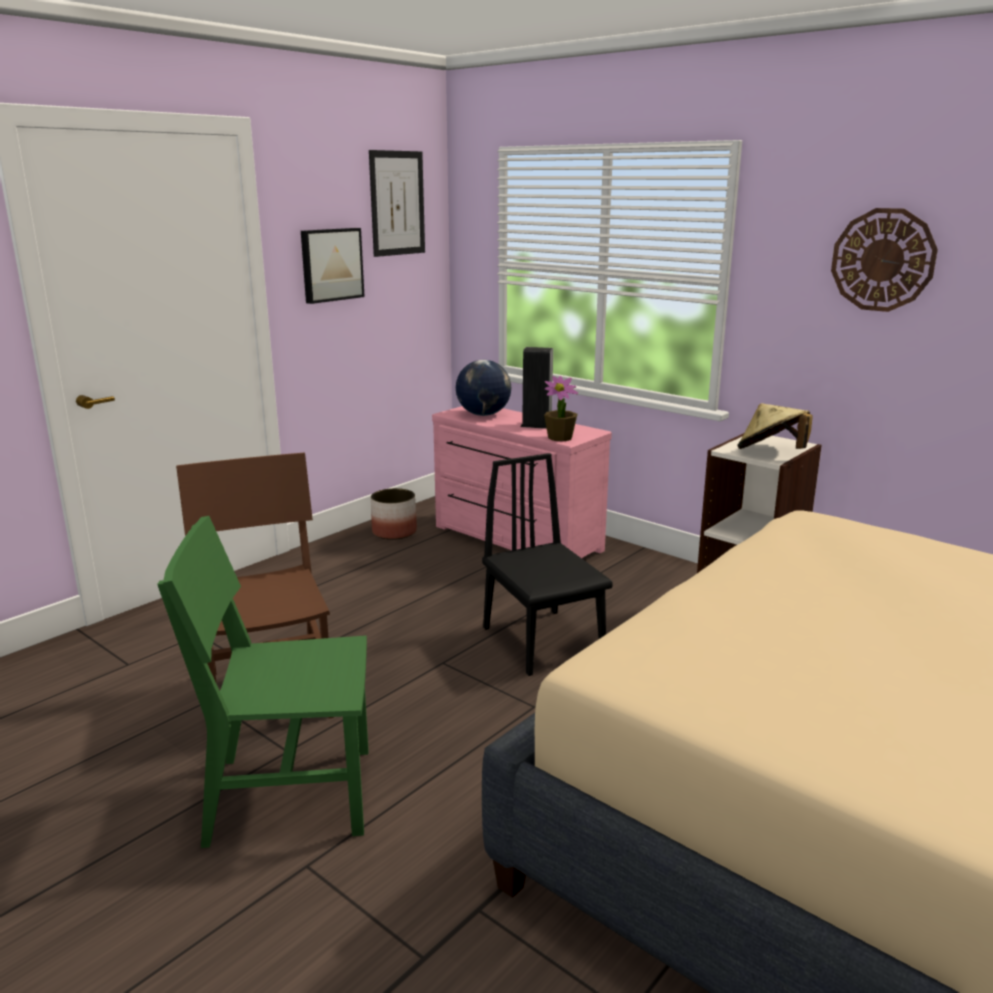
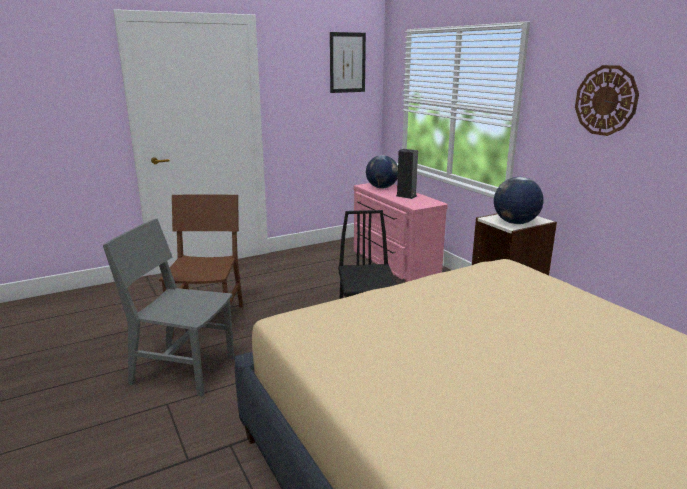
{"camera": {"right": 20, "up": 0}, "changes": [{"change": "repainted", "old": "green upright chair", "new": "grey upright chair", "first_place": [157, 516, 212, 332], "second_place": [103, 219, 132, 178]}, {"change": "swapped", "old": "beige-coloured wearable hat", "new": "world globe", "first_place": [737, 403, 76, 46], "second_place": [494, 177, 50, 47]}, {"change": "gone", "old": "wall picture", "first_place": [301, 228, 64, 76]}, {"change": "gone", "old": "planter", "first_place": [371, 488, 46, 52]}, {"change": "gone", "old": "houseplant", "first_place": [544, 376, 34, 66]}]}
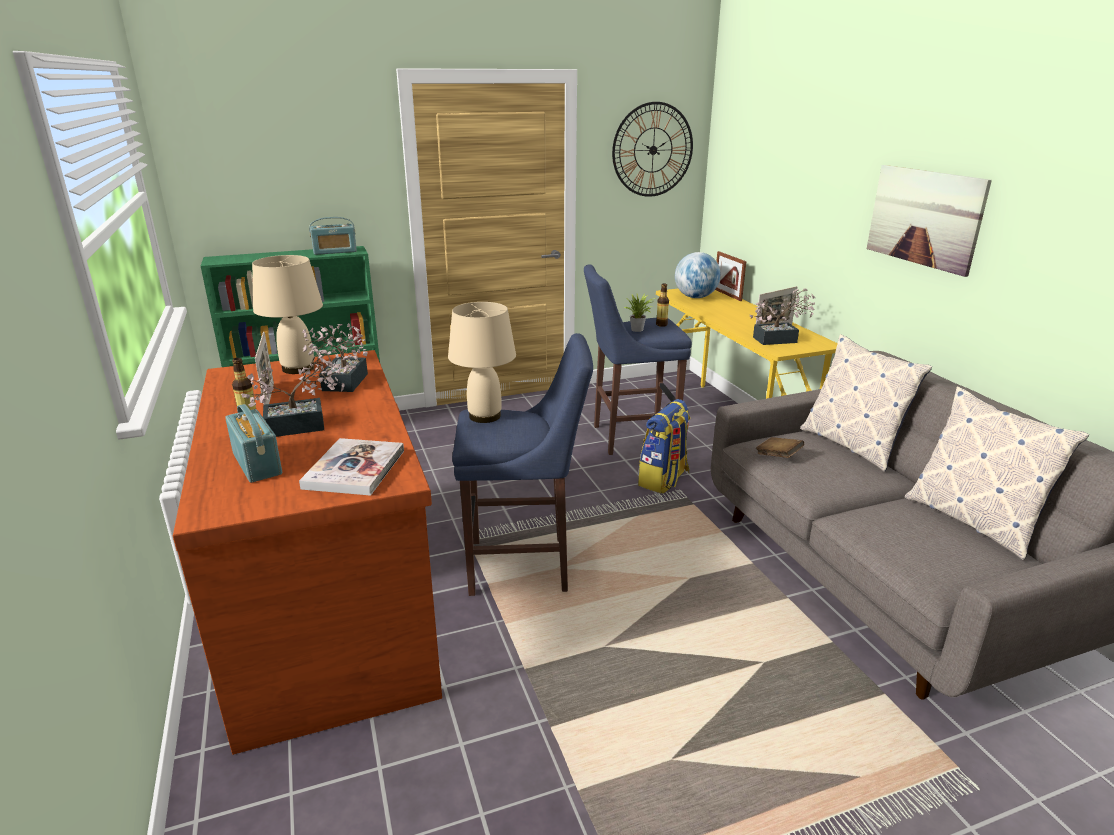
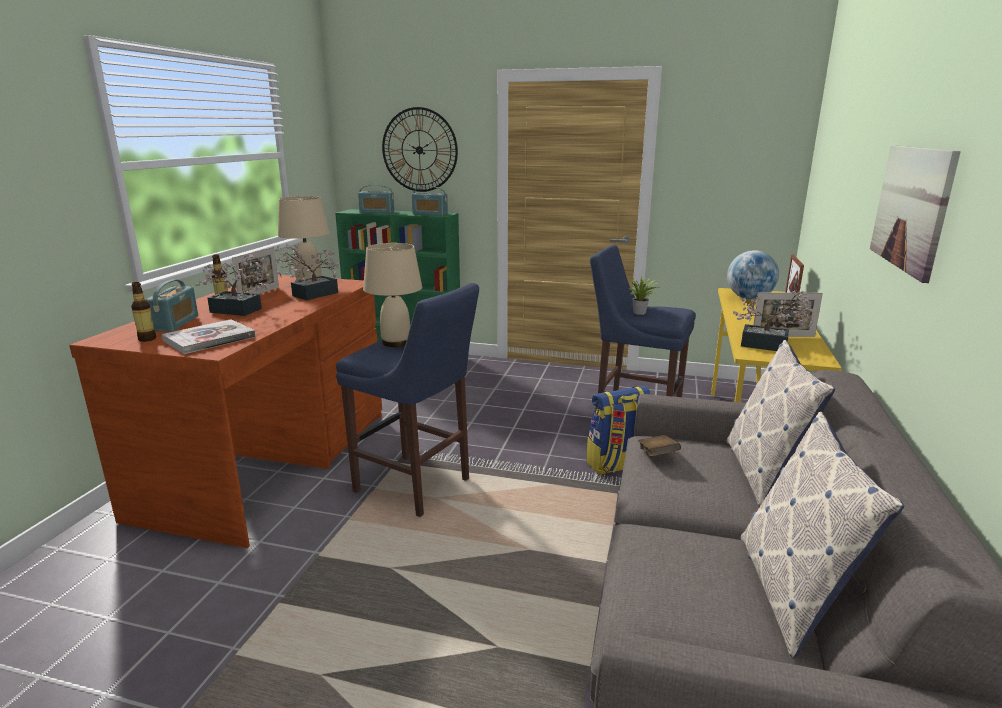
{"camera": {"right": 35, "up": -5}, "changes": [{"change": "shifted", "old": "bottle", "first_place": [656, 283, 13, 44], "second_place": [131, 282, 25, 60]}, {"change": "new", "new": "radio receiver", "second_place": [358, 185, 36, 28]}, {"change": "shifted", "old": "clock on the wall", "first_place": [612, 102, 81, 95], "second_place": [382, 107, 76, 85]}]}
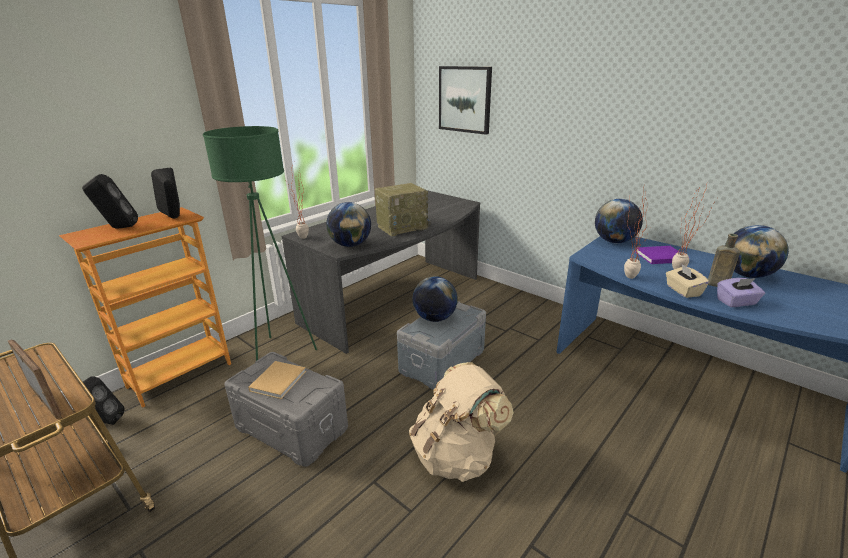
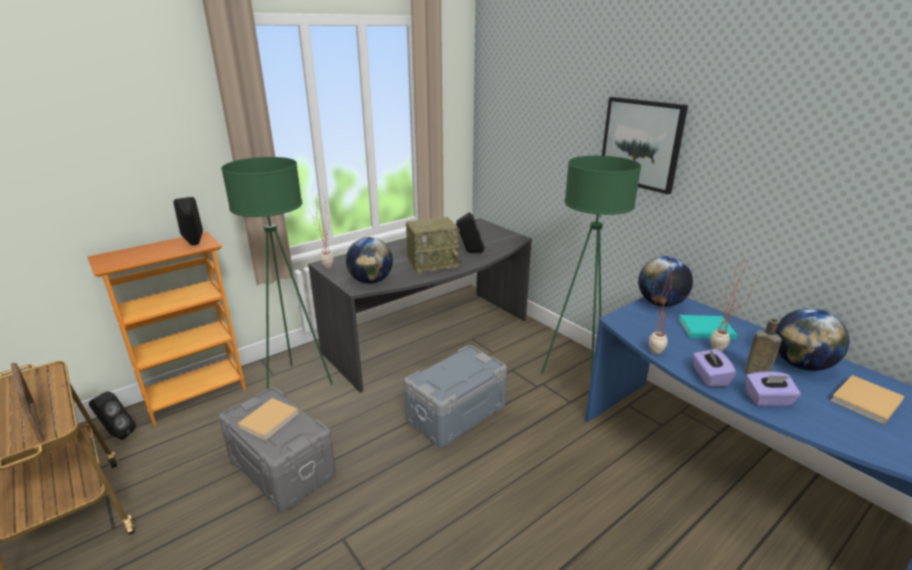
{"camera": {"right": 10, "up": 0}, "changes": [{"change": "shifted", "old": "black-coloured speaker", "first_place": [82, 174, 56, 54], "second_place": [456, 213, 29, 40]}, {"change": "new", "new": "green standard lamp", "second_place": [541, 156, 100, 217]}, {"change": "shifted", "old": "wall picture", "first_place": [439, 66, 53, 69], "second_place": [602, 97, 86, 97]}, {"change": "repainted", "old": "purple-coloured book", "new": "blue-green book", "first_place": [635, 246, 45, 18], "second_place": [678, 315, 59, 25]}, {"change": "repainted", "old": "beige-coloured box of tissues", "new": "purple-coloured box of tissues", "first_place": [666, 264, 43, 34], "second_place": [693, 347, 43, 40]}, {"change": "new", "new": "beige-coloured book", "second_place": [830, 375, 75, 50]}, {"change": "gone", "old": "beige-coloured backpack", "first_place": [409, 362, 105, 120]}, {"change": "gone", "old": "world globe", "first_place": [412, 276, 46, 46]}]}
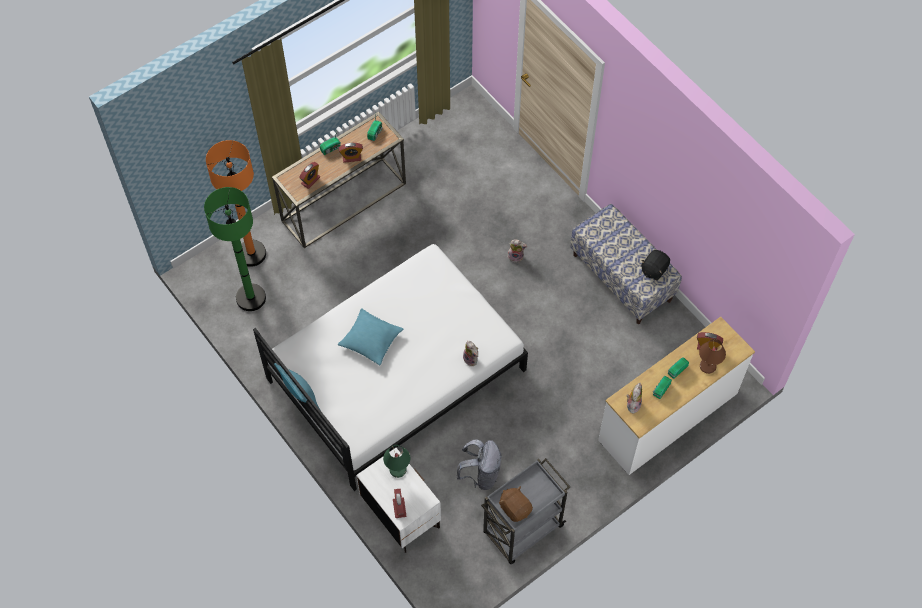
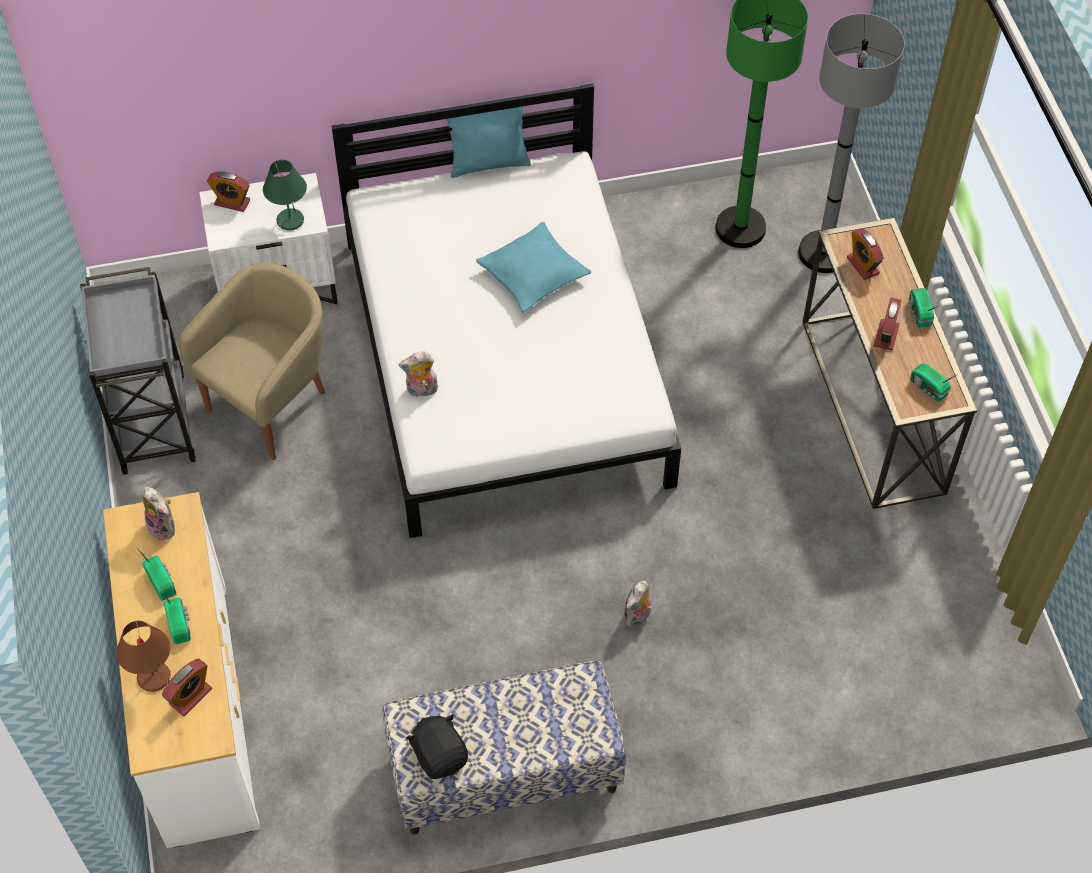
{"camera": {"right": 115, "up": -5}, "changes": [{"change": "swapped", "old": "grey backpack", "new": "beige-coloured lounge chair", "first_place": [456, 439, 46, 51], "second_place": [178, 262, 147, 198]}, {"change": "repainted", "old": "orange-coloured standard lamp", "new": "grey standard lamp", "first_place": [206, 140, 60, 127], "second_place": [798, 14, 107, 259]}, {"change": "gone", "old": "brown cuddly toy", "first_place": [499, 486, 34, 36]}]}
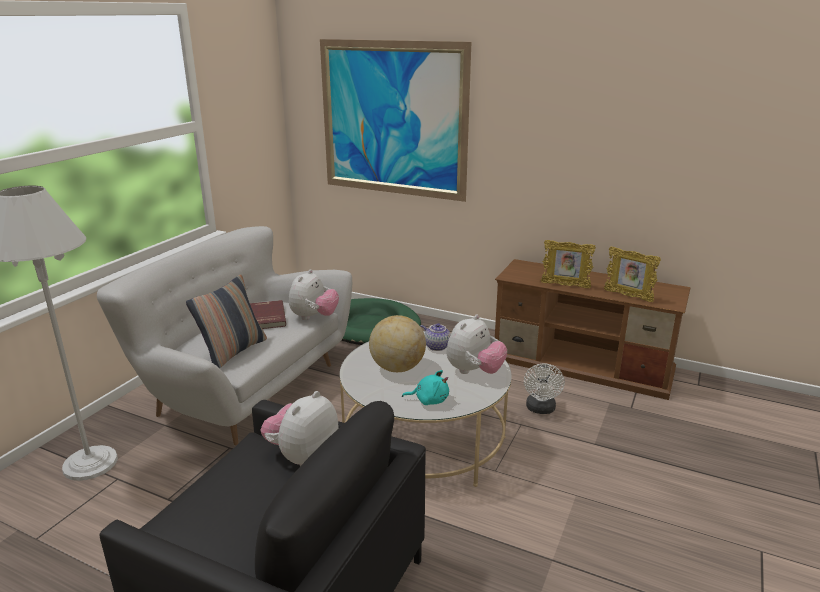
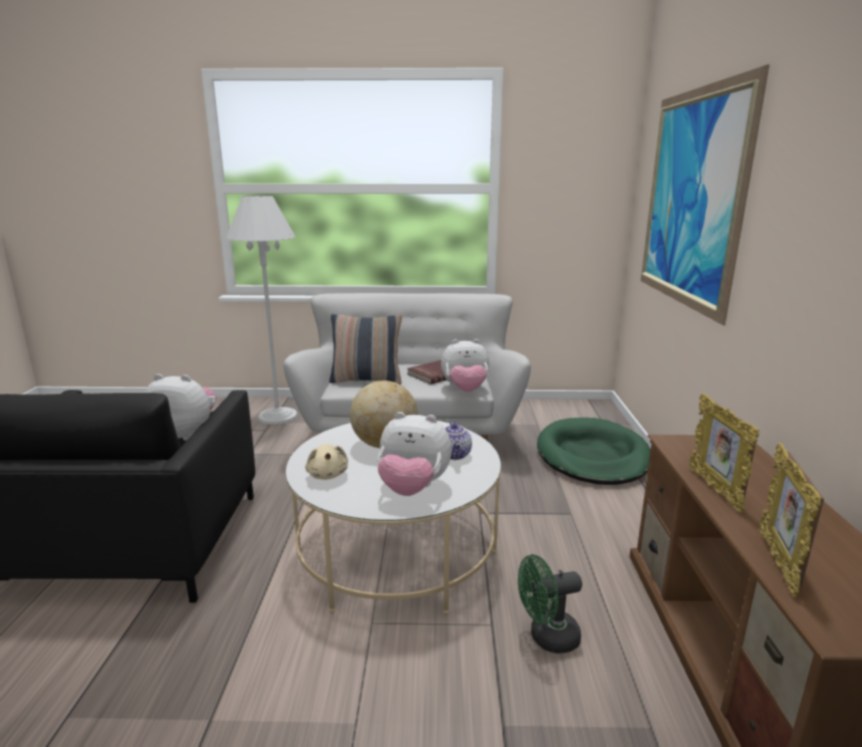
{"camera": {"right": 65, "up": -5}, "changes": [{"change": "repainted", "old": "blue-green cuddly toy", "new": "beige-coloured cuddly toy", "first_place": [402, 370, 47, 35], "second_place": [305, 444, 43, 36]}, {"change": "repainted", "old": "white-coloured fan", "new": "green fan", "first_place": [524, 364, 41, 50], "second_place": [518, 555, 64, 99]}]}
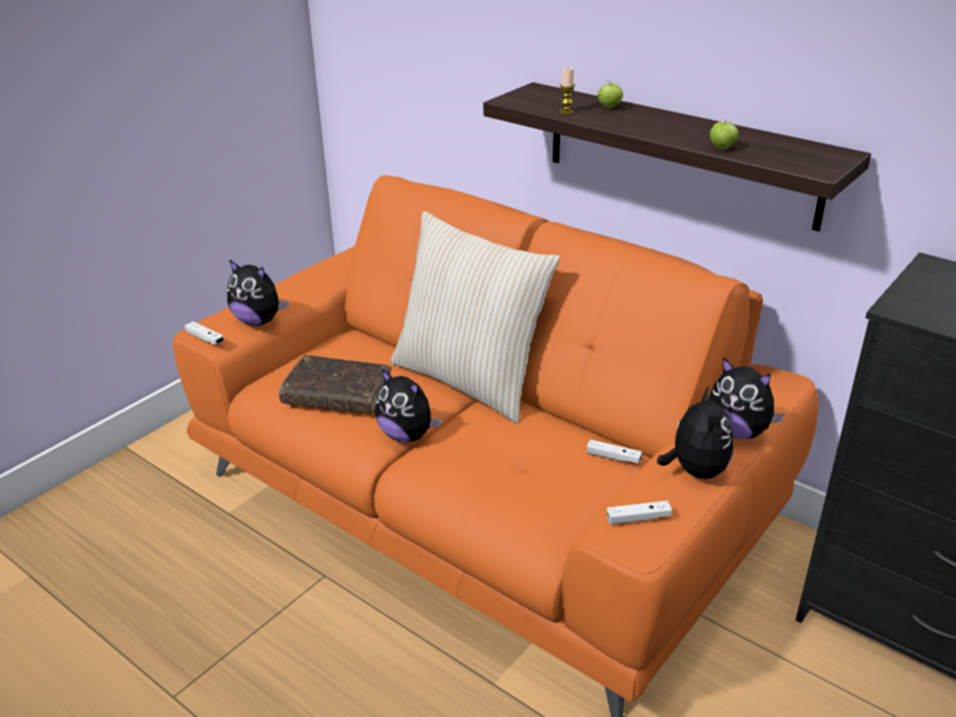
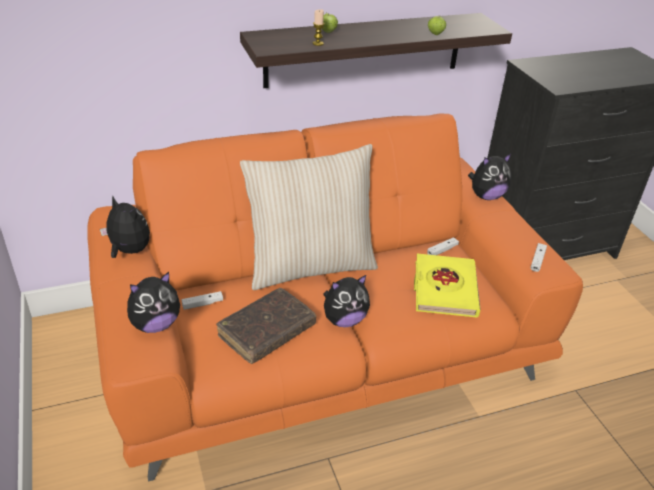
{"camera": {"right": -60, "up": 5}, "changes": [{"change": "shifted", "old": "cuddly toy", "first_place": [657, 386, 77, 93], "second_place": [100, 196, 50, 62]}, {"change": "shifted", "old": "white-coloured gamepad", "first_place": [185, 321, 39, 24], "second_place": [182, 291, 41, 19]}, {"change": "new", "new": "yellowish book", "second_place": [414, 253, 67, 65]}]}
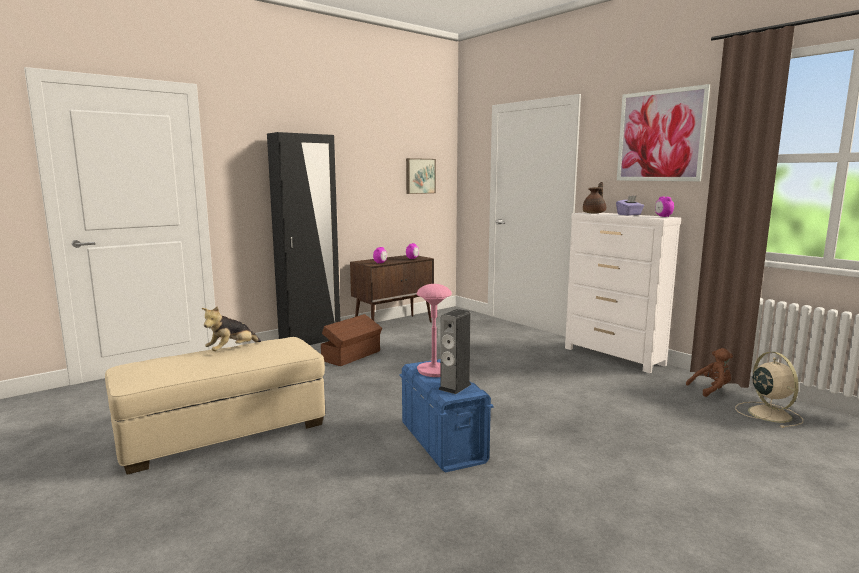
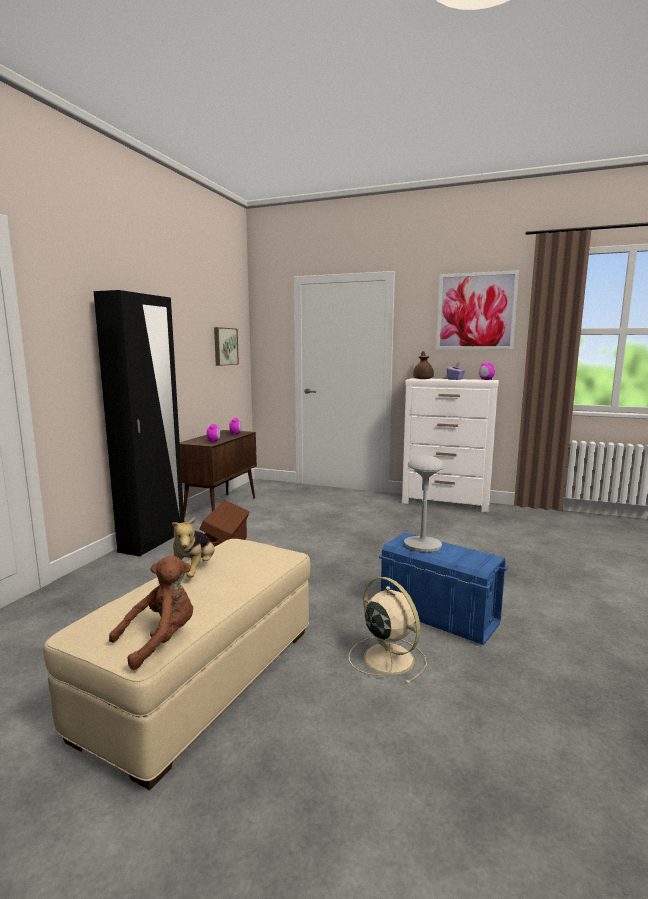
{"camera": {"right": -30, "up": 0}, "changes": [{"change": "shifted", "old": "brown cuddly toy", "first_place": [686, 348, 47, 49], "second_place": [109, 555, 84, 115]}, {"change": "shifted", "old": "beige-coloured fan", "first_place": [735, 352, 68, 76], "second_place": [349, 577, 78, 108]}, {"change": "repainted", "old": "pink lamp for a table", "new": "grey lamp for a table", "first_place": [417, 284, 35, 93], "second_place": [404, 455, 41, 97]}, {"change": "gone", "old": "speaker", "first_place": [438, 309, 34, 85]}]}
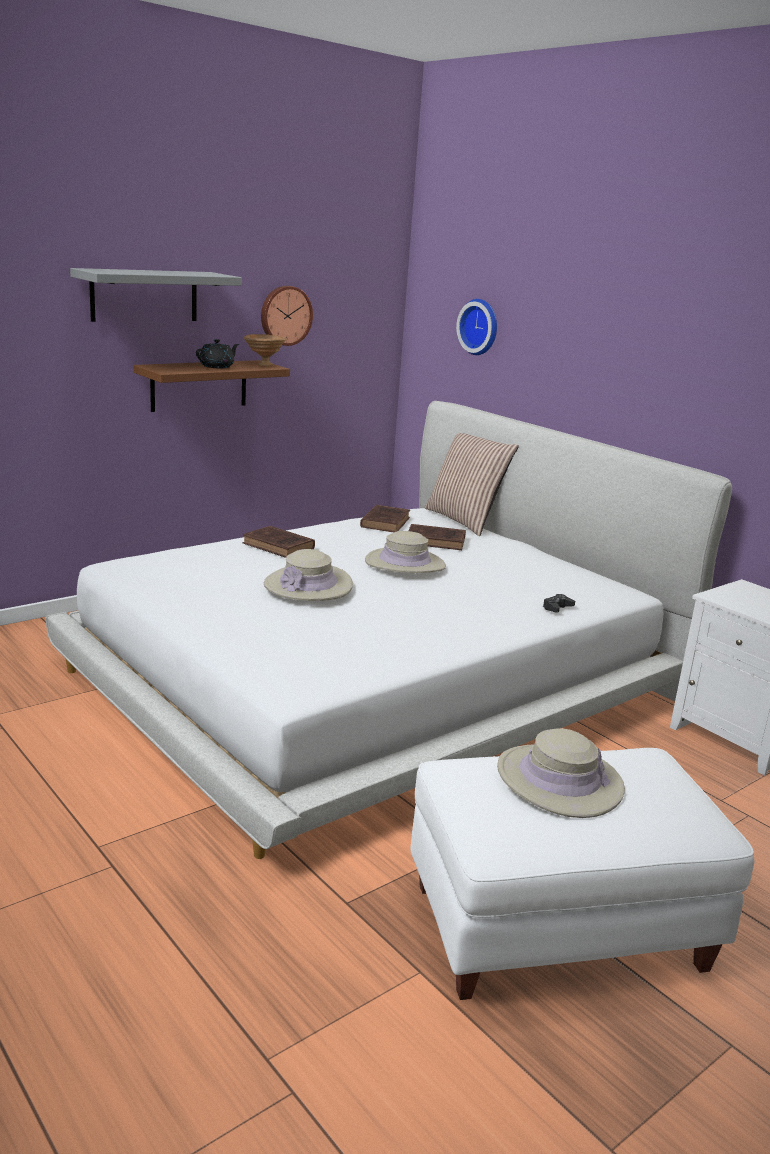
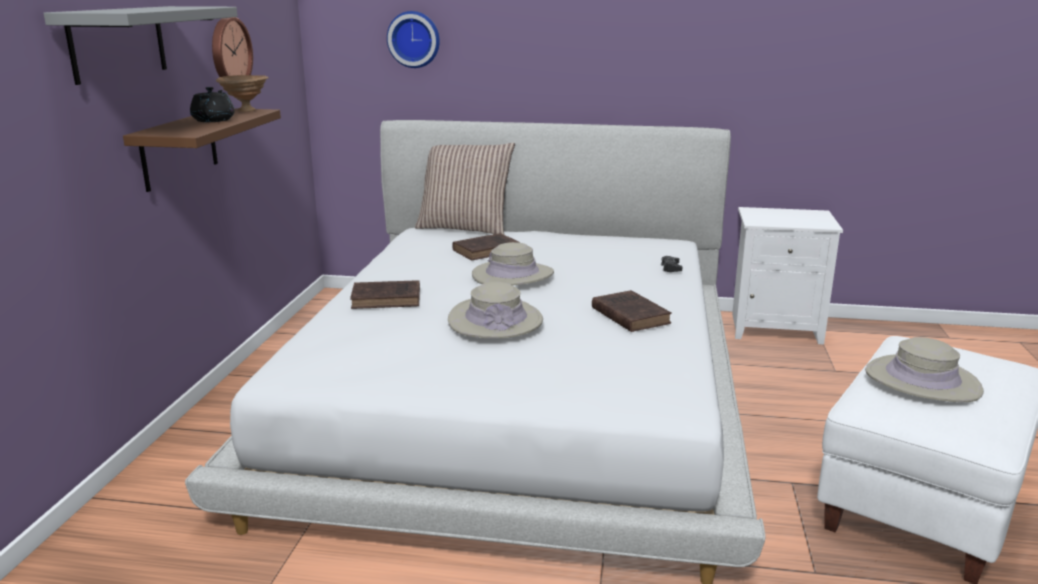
{"camera": {"right": -40, "up": 0}, "changes": [{"change": "shifted", "old": "brown book", "first_place": [360, 505, 50, 27], "second_place": [592, 290, 80, 42]}]}
